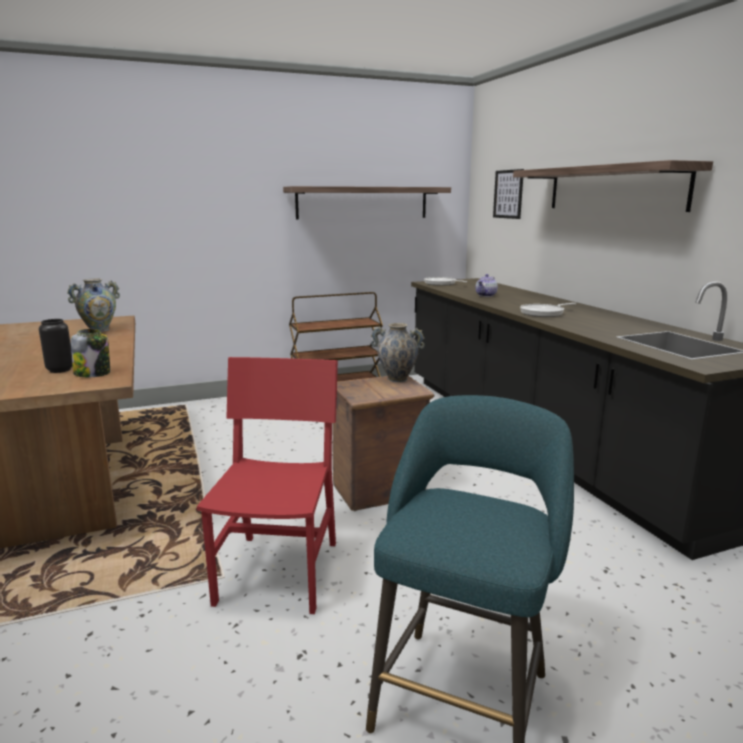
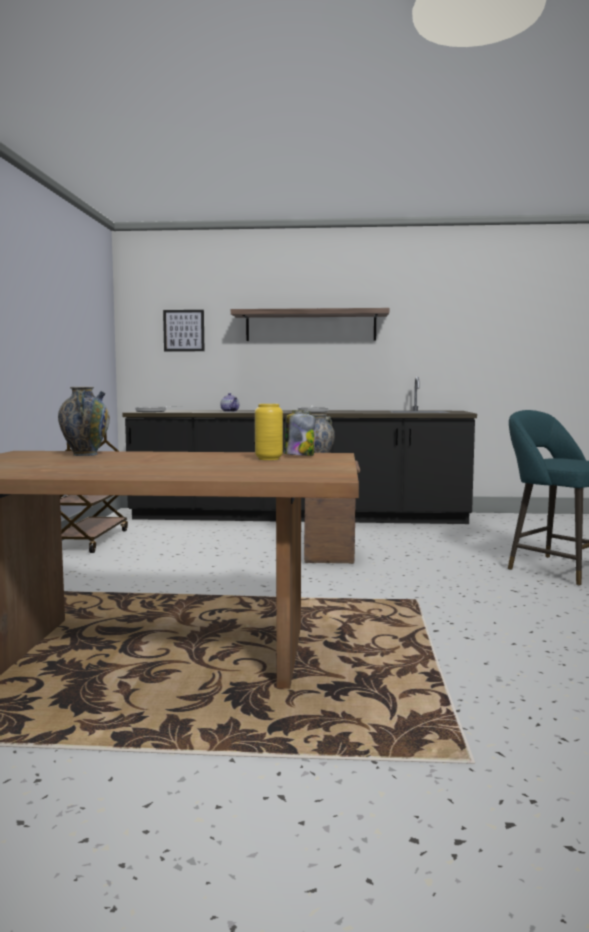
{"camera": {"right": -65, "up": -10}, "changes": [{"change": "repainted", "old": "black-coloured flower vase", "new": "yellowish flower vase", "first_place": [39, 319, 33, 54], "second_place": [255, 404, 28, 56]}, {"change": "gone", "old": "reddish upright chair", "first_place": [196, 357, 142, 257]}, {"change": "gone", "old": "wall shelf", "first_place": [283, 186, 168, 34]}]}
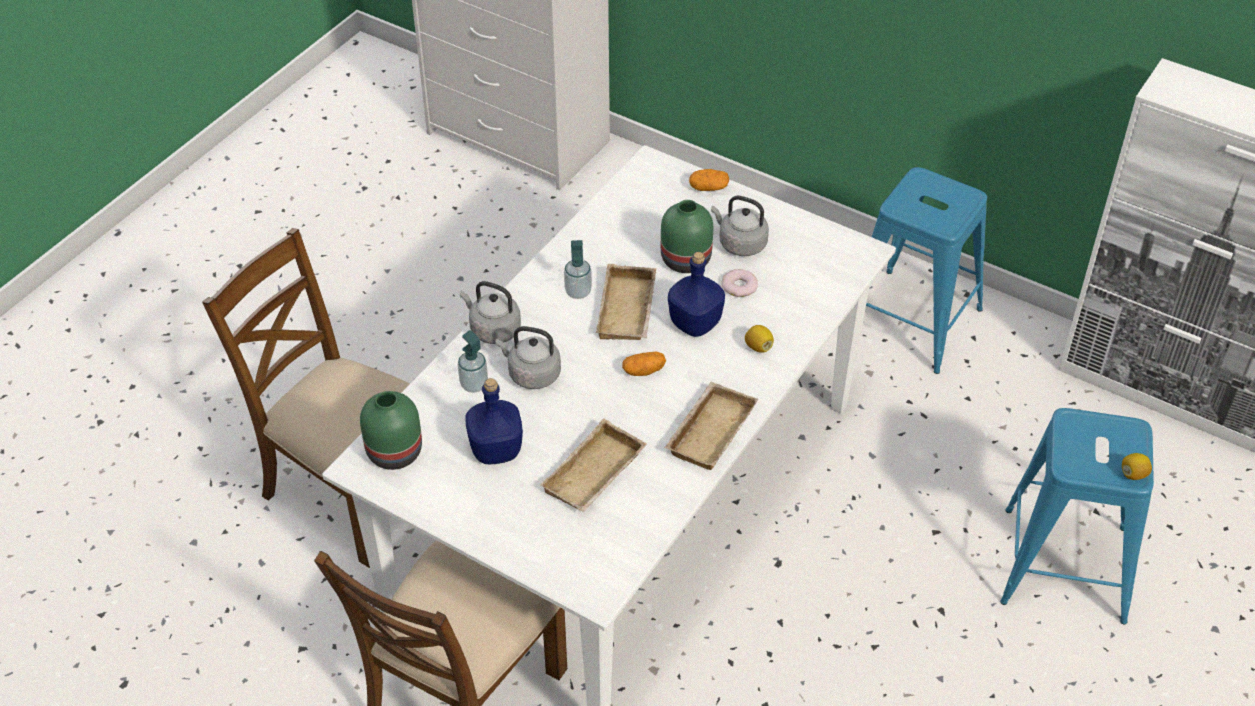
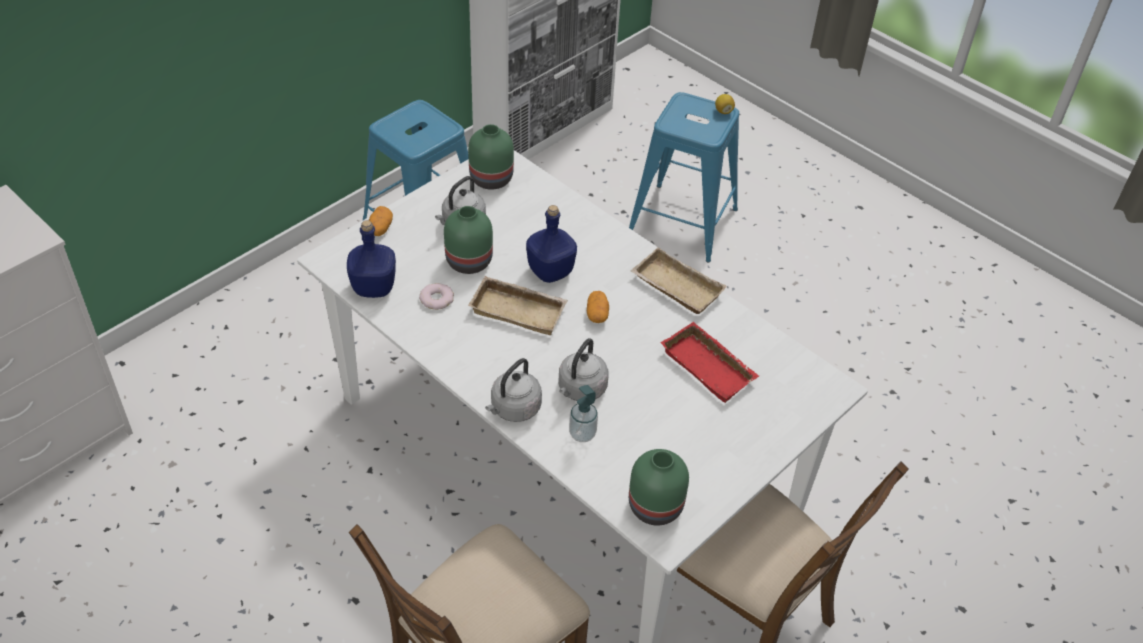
{"camera": {"right": -80, "up": 0}, "changes": [{"change": "shifted", "old": "bluish bottle", "first_place": [465, 378, 58, 86], "second_place": [347, 220, 49, 78]}, {"change": "shifted", "old": "doughnut", "first_place": [722, 269, 36, 28], "second_place": [419, 283, 35, 27]}, {"change": "new", "new": "green flower vase", "second_place": [468, 124, 46, 65]}, {"change": "repainted", "old": "beige-coloured carrying tray", "new": "reddish carrying tray", "first_place": [540, 419, 107, 93], "second_place": [661, 322, 99, 81]}, {"change": "gone", "old": "liquid soap bottle", "first_place": [564, 240, 28, 59]}, {"change": "gone", "old": "lemon", "first_place": [745, 325, 29, 28]}]}
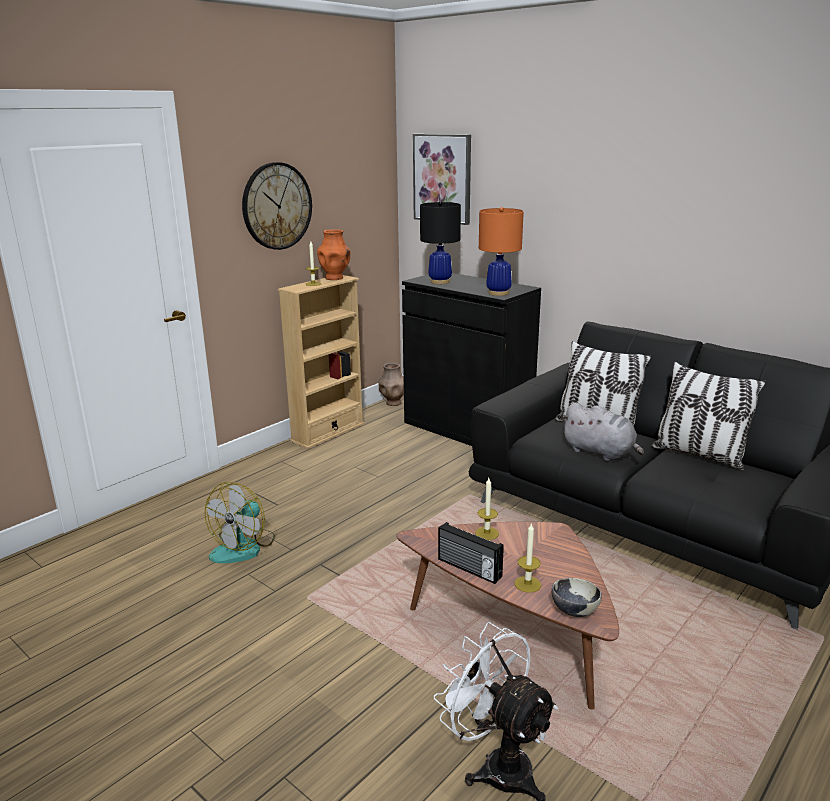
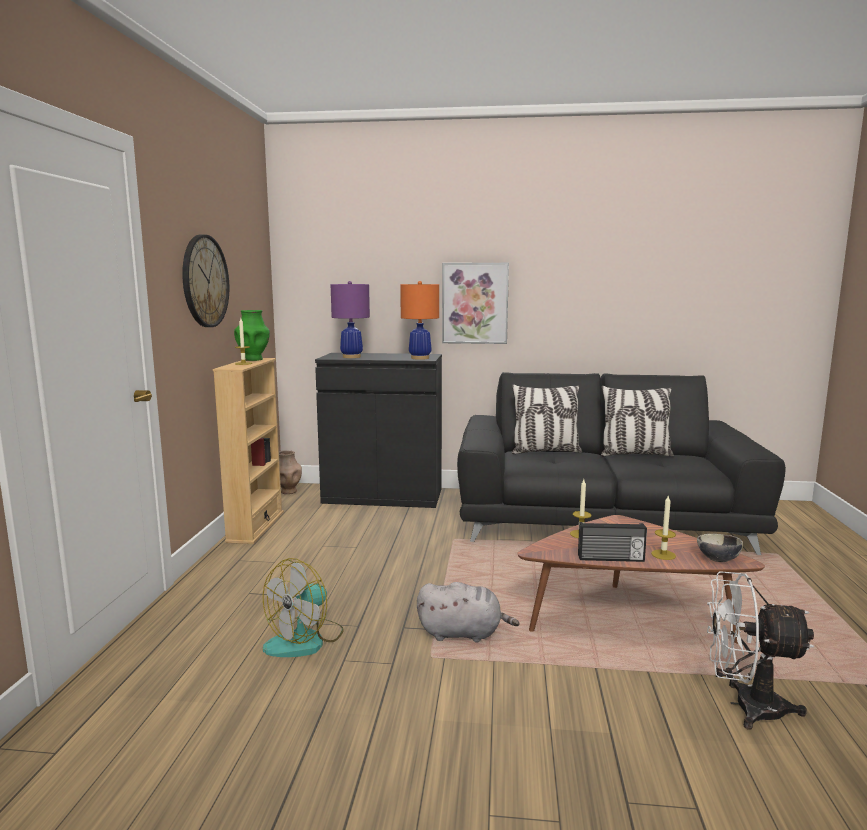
{"camera": {"right": -35, "up": -10}, "changes": [{"change": "repainted", "old": "orange-coloured flower vase", "new": "green flower vase", "first_place": [317, 229, 33, 51], "second_place": [234, 310, 36, 51]}, {"change": "rotated", "old": "fan", "first_place": [205, 482, 70, 81], "second_place": [263, 558, 81, 99], "degrees": 45}, {"change": "repainted", "old": "black-coloured lamp for a table", "new": "purple-coloured lamp for a table", "first_place": [420, 201, 41, 83], "second_place": [331, 281, 39, 77]}, {"change": "shifted", "old": "grey cuddly toy", "first_place": [561, 402, 83, 59], "second_place": [417, 582, 102, 60]}, {"change": "shifted", "old": "wall picture", "first_place": [413, 134, 58, 91], "second_place": [442, 263, 67, 81]}]}
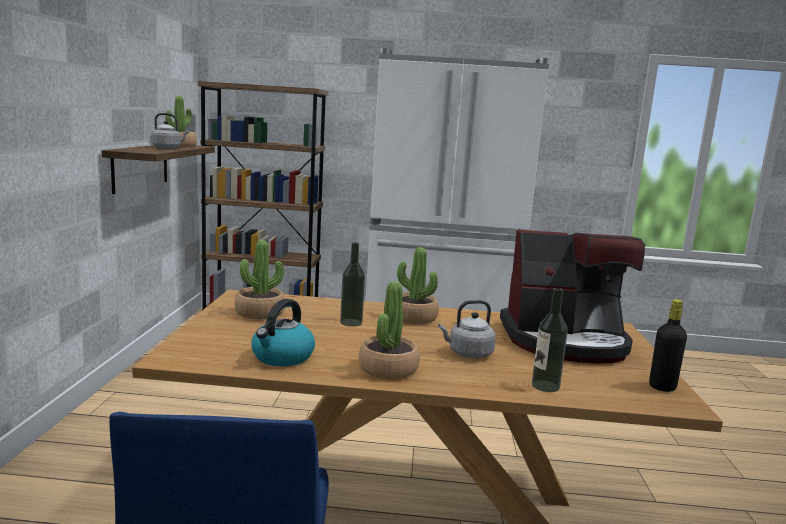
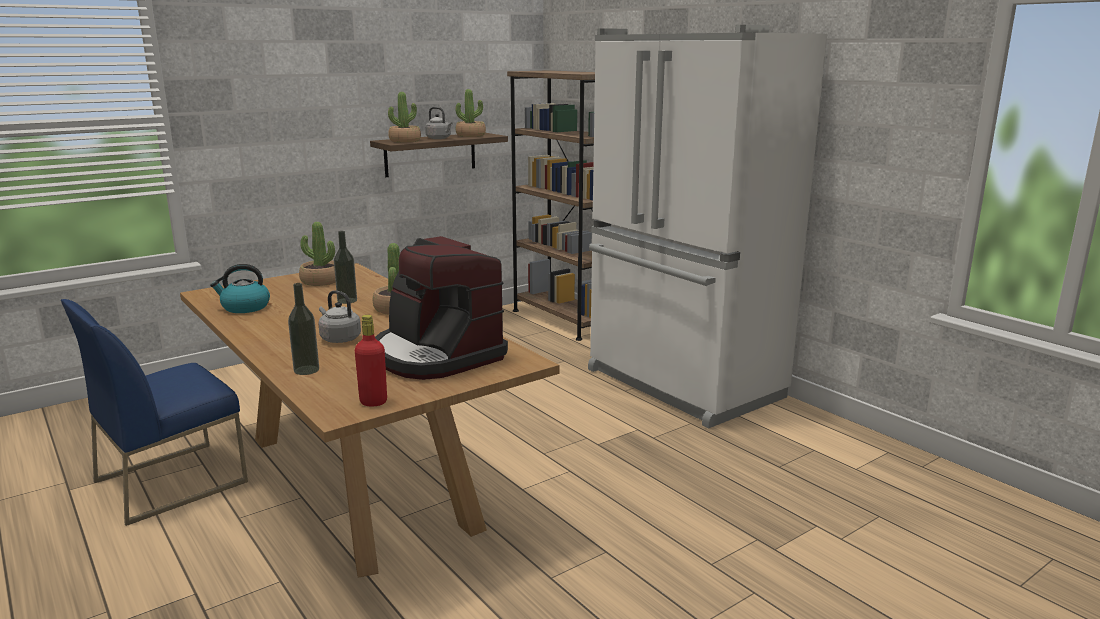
{"camera": {"right": 50, "up": 5}, "changes": [{"change": "repainted", "old": "black-coloured bottle", "new": "reddish bottle", "first_place": [649, 299, 38, 93], "second_place": [355, 315, 32, 92]}, {"change": "shifted", "old": "houseplant", "first_place": [359, 281, 61, 98], "second_place": [388, 92, 33, 50]}]}
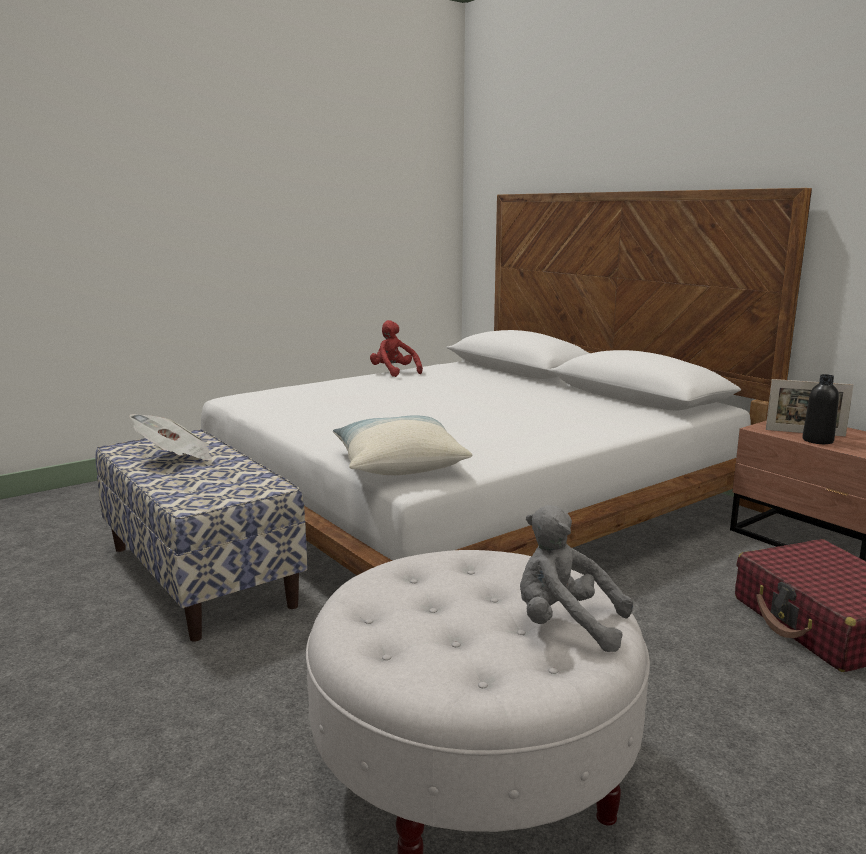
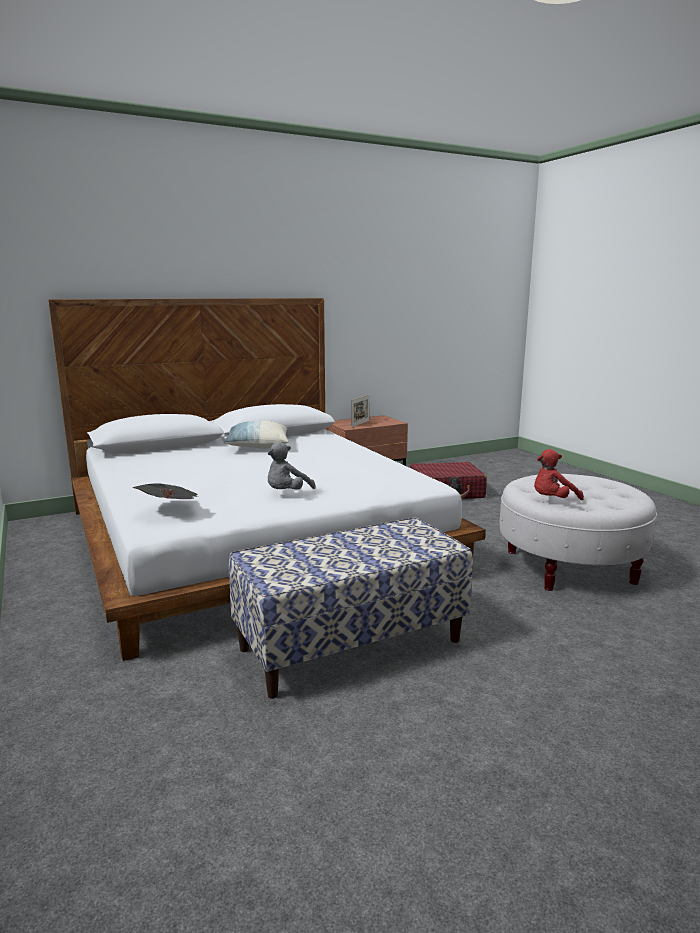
{"camera": {"right": -80, "up": 0}, "changes": [{"change": "shifted", "old": "newspaper", "first_place": [129, 414, 83, 46], "second_place": [132, 483, 66, 16]}, {"change": "shifted", "old": "pillow", "first_place": [333, 415, 139, 60], "second_place": [223, 421, 66, 28]}, {"change": "shifted", "old": "grey cuddly toy", "first_place": [520, 505, 113, 147], "second_place": [268, 442, 48, 48]}, {"change": "shifted", "old": "reddish cuddly toy", "first_place": [370, 320, 53, 57], "second_place": [534, 449, 50, 51]}, {"change": "gone", "old": "black-coloured bottle", "first_place": [802, 374, 37, 70]}]}
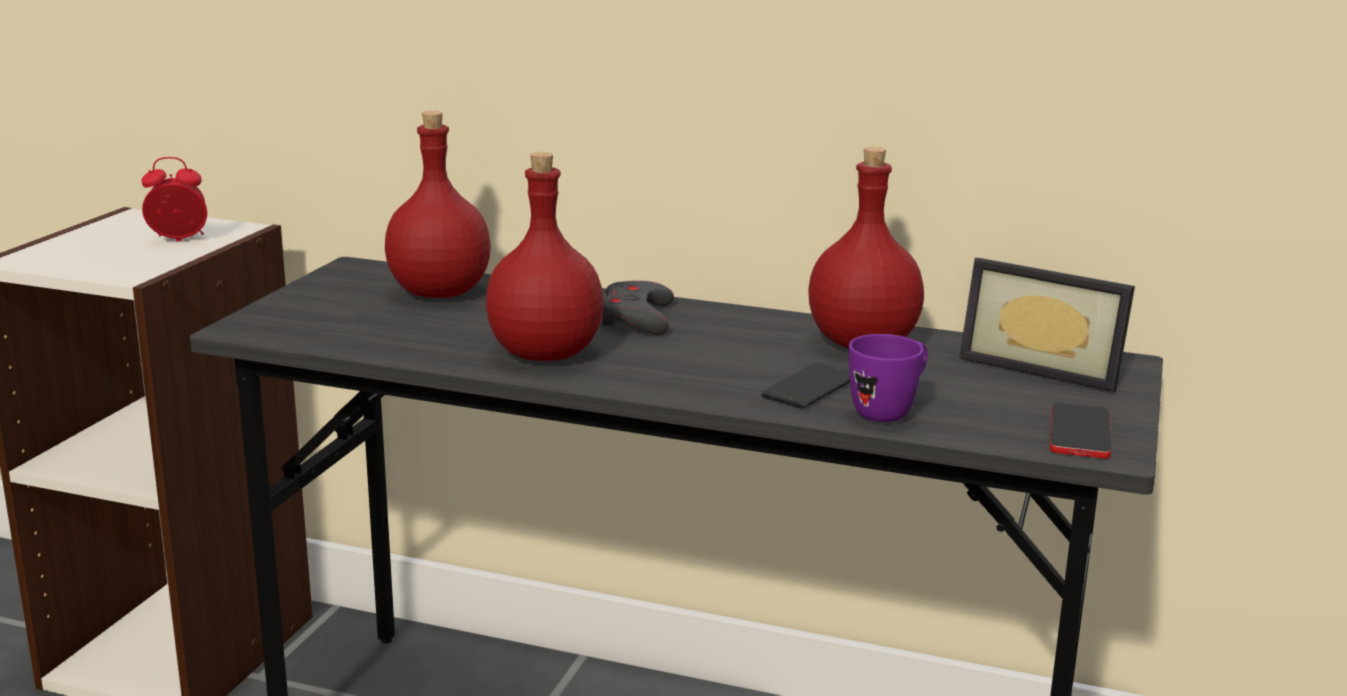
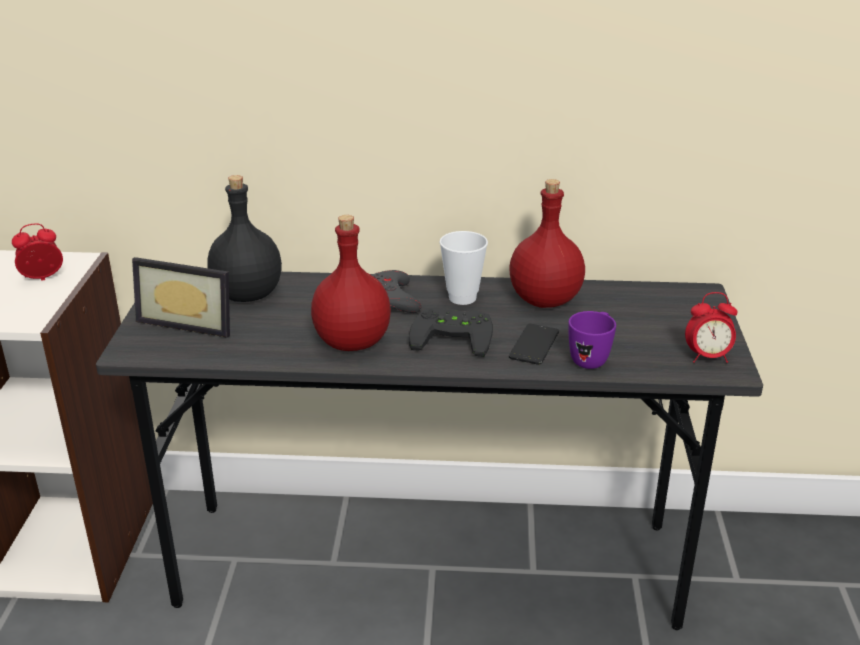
{"camera": {"right": -15, "up": 10}, "changes": [{"change": "shifted", "old": "picture frame", "first_place": [959, 258, 176, 134], "second_place": [132, 257, 98, 81]}, {"change": "repainted", "old": "reddish bottle", "new": "black-coloured bottle", "first_place": [385, 111, 106, 187], "second_place": [208, 175, 74, 127]}, {"change": "new", "new": "black-coloured gamepad", "second_place": [409, 308, 84, 49]}, {"change": "new", "new": "drinking cup", "second_place": [439, 231, 49, 74]}, {"change": "swapped", "old": "phone", "new": "alarm clock", "first_place": [1050, 403, 61, 56], "second_place": [685, 292, 53, 71]}]}
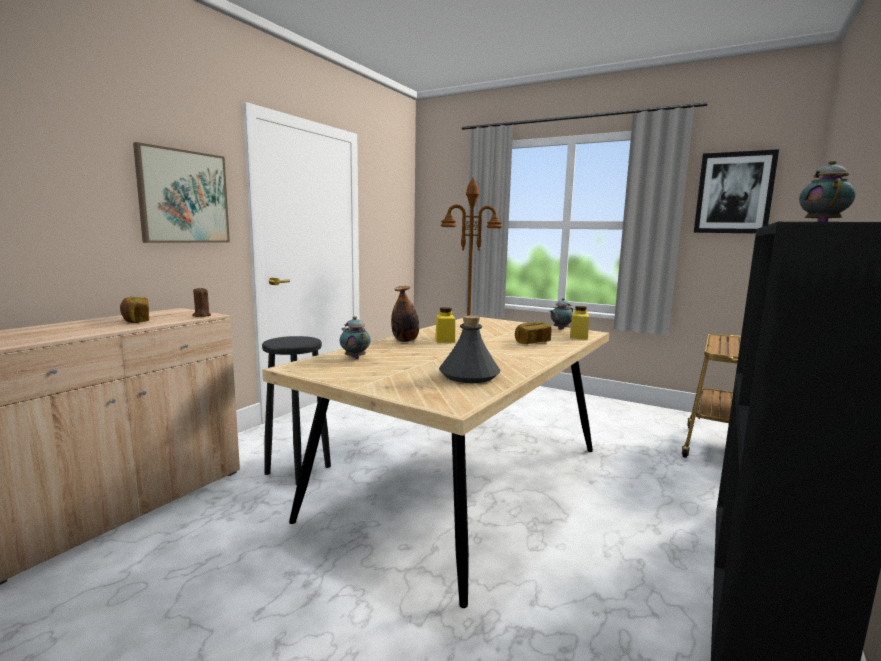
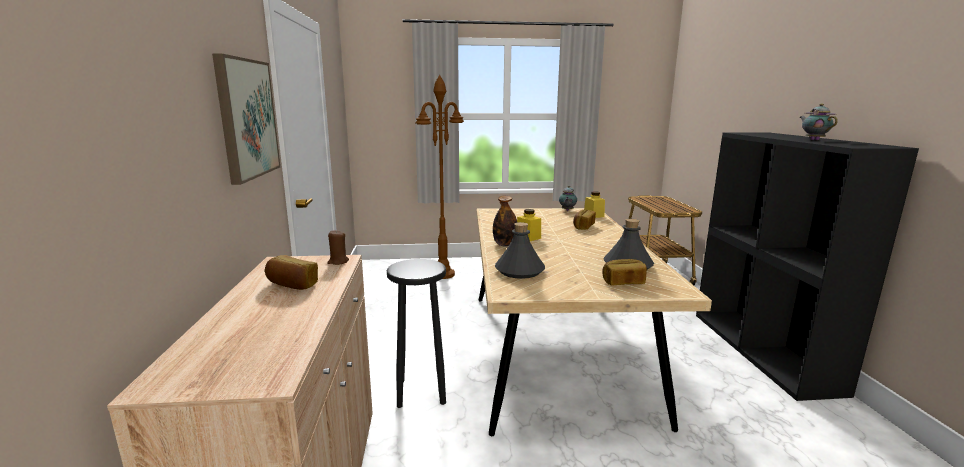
{"camera": {"right": -35, "up": 5}, "changes": [{"change": "swapped", "old": "pot for tea", "new": "grey bottle", "first_place": [340, 316, 31, 43], "second_place": [495, 222, 50, 57]}, {"change": "new", "new": "bread", "second_place": [602, 259, 45, 27]}, {"change": "gone", "old": "wall picture", "first_place": [694, 149, 85, 85]}]}
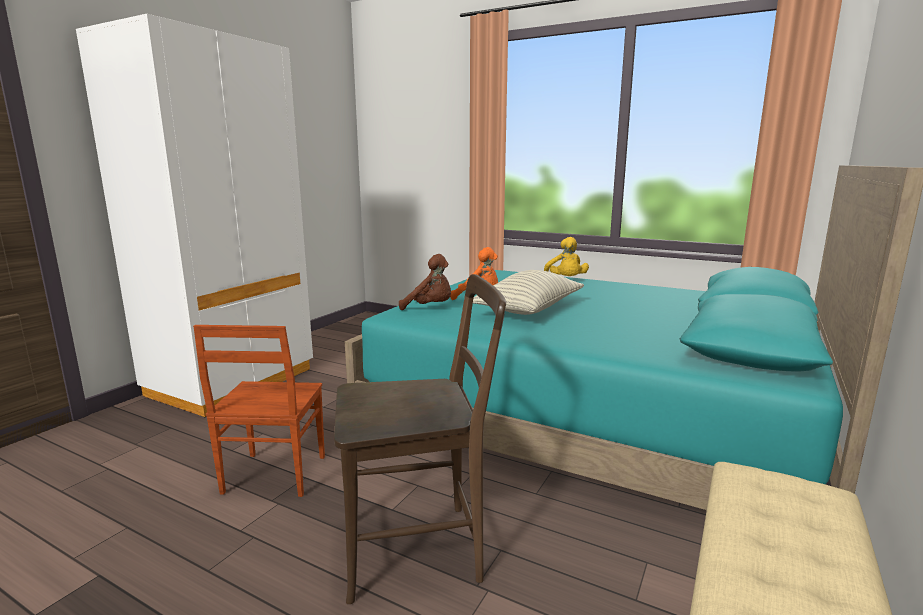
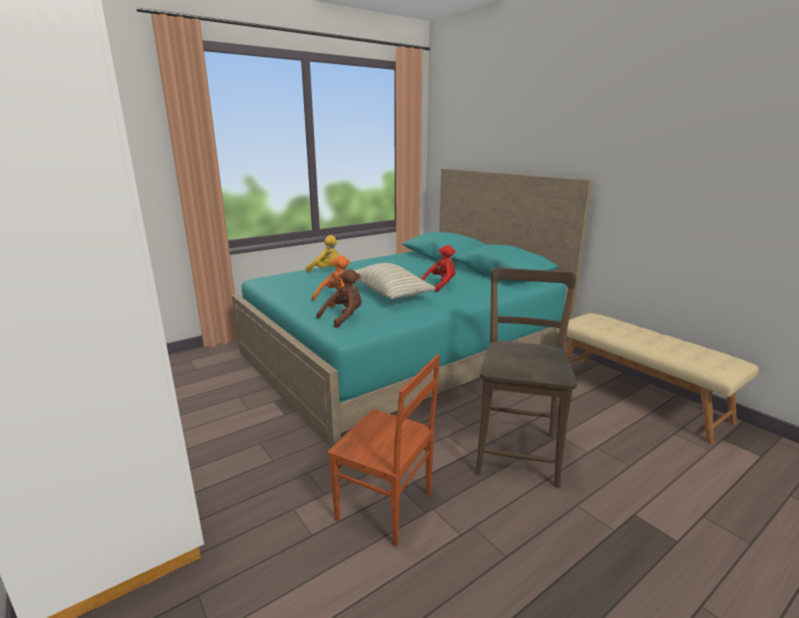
{"camera": {"right": -65, "up": 5}, "changes": [{"change": "new", "new": "reddish cuddly toy", "second_place": [421, 245, 35, 47]}]}
